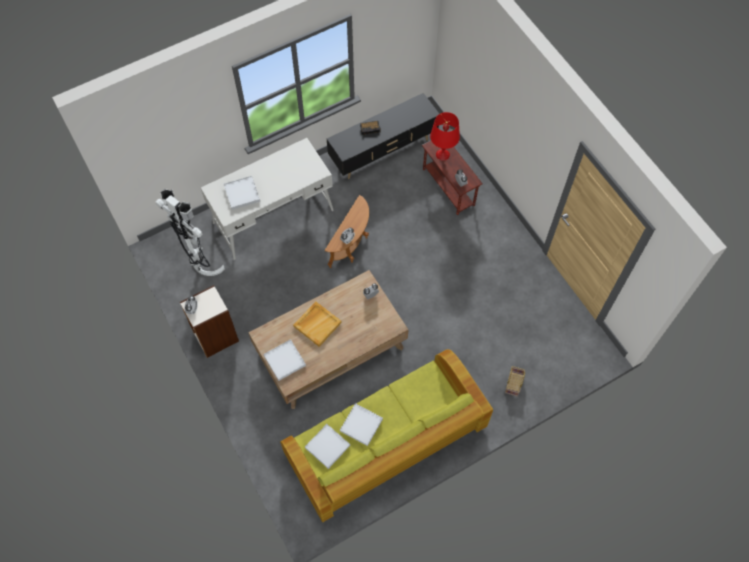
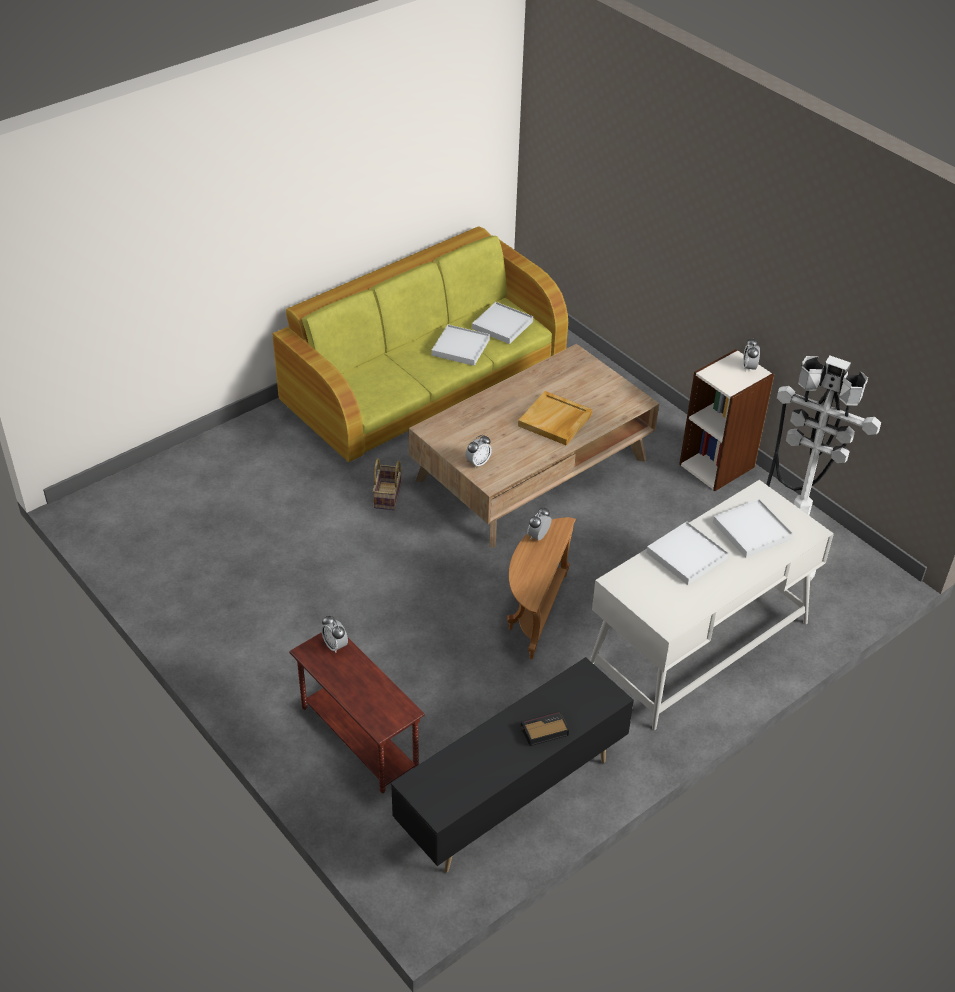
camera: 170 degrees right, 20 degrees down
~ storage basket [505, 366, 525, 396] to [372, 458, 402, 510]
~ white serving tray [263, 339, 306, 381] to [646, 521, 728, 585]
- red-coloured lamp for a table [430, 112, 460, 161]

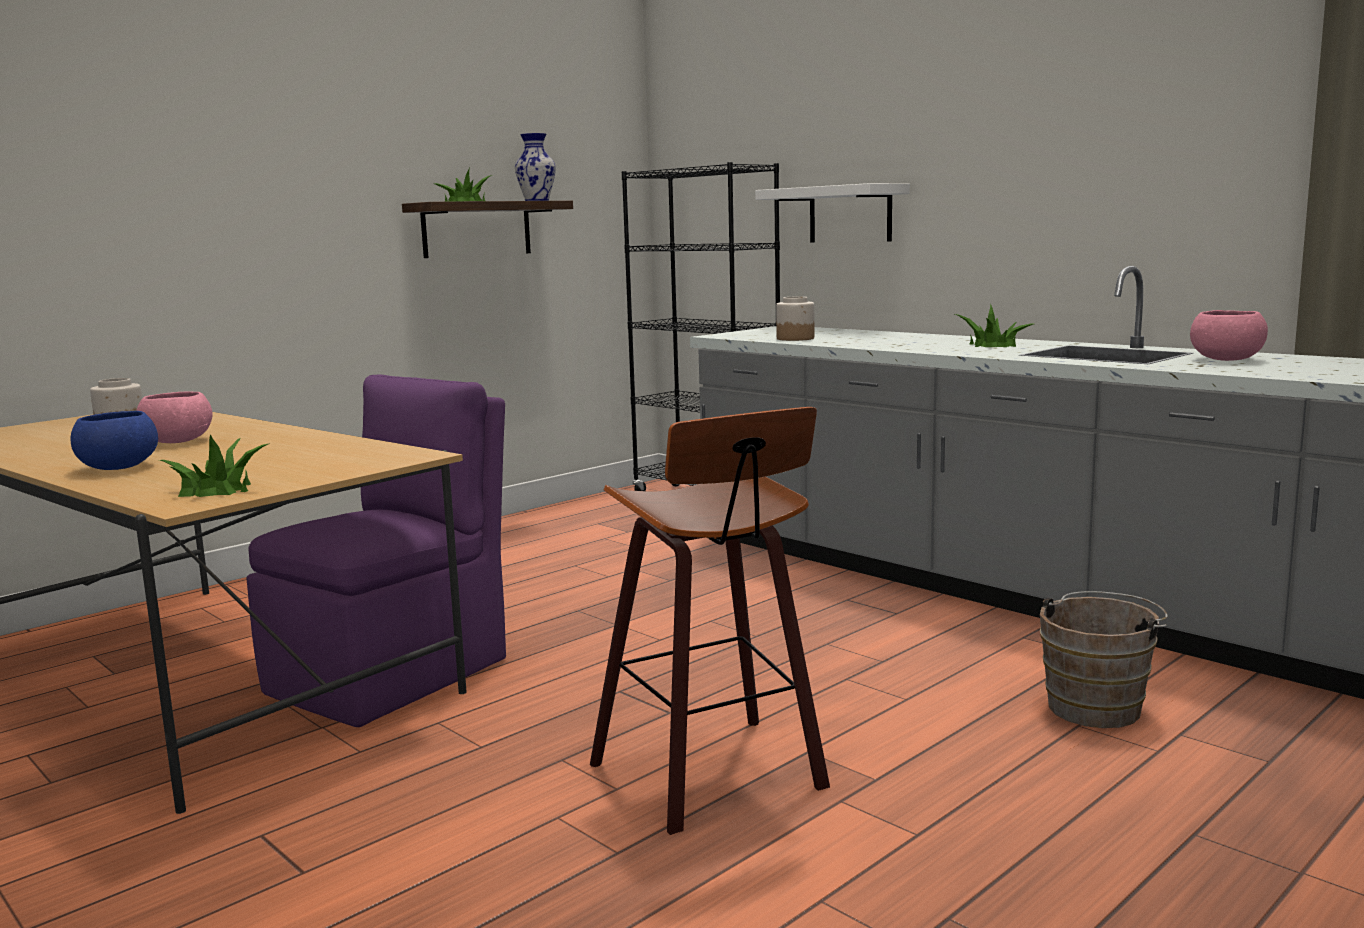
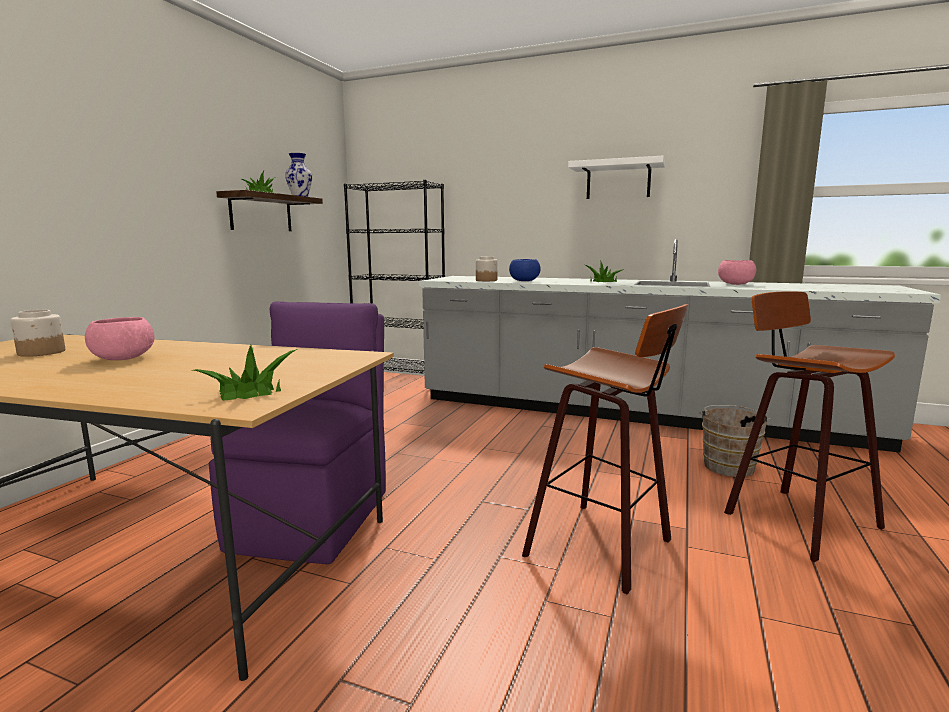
camera: 25 degrees left, 0 degrees up
~ blue-coloured serving bowl [71, 411, 158, 470] to [509, 259, 541, 281]
~ white bracket shelf [755, 183, 910, 243] to [568, 156, 665, 199]
+ stool [724, 291, 895, 562]

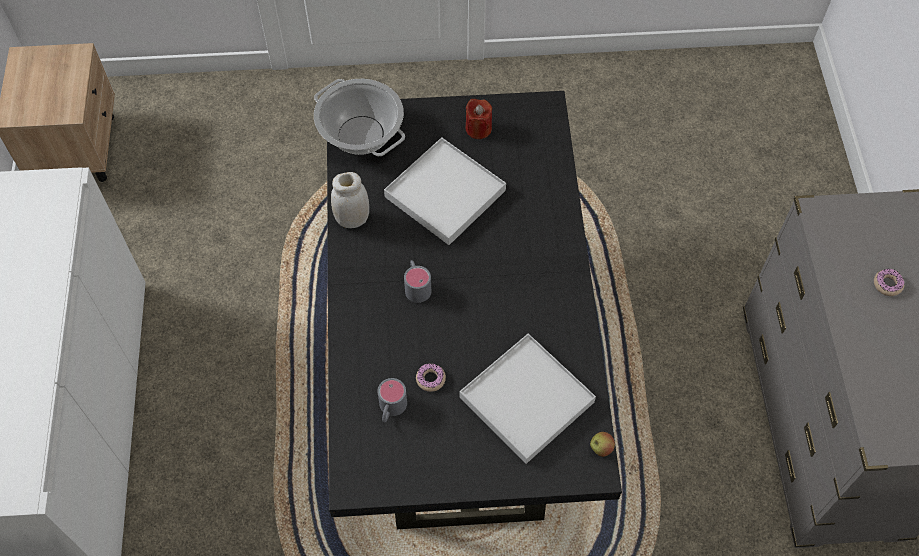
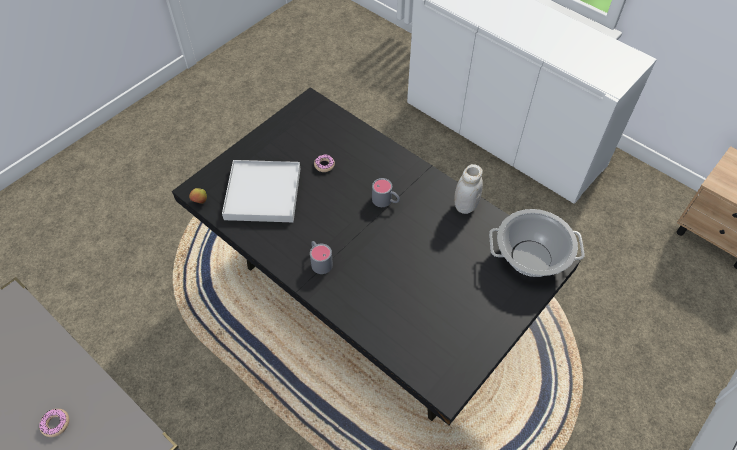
camera: 135 degrees right, 5 degrees down
~ grey tea mug [377, 378, 407, 422] to [310, 241, 333, 274]
- white serving tray [384, 137, 506, 245]
- red-coloured wax candle [465, 99, 492, 139]

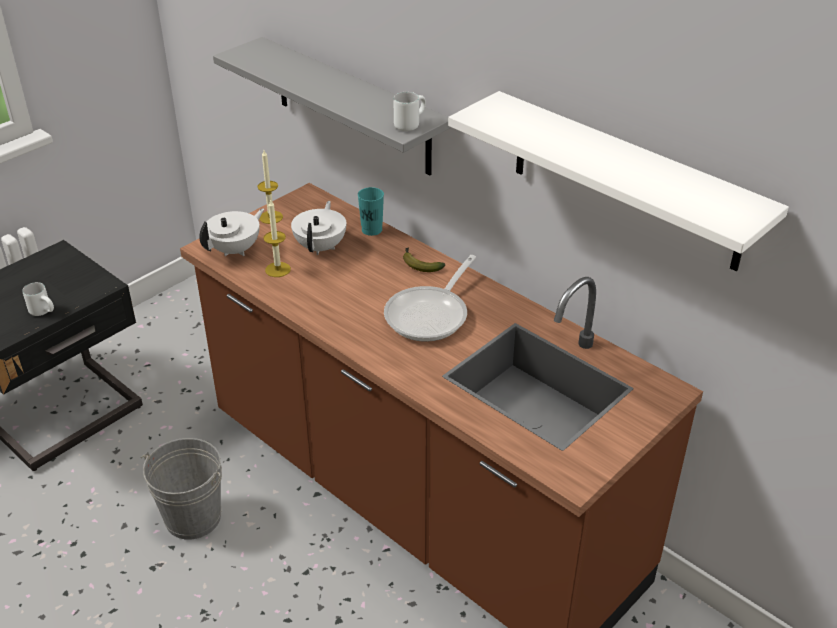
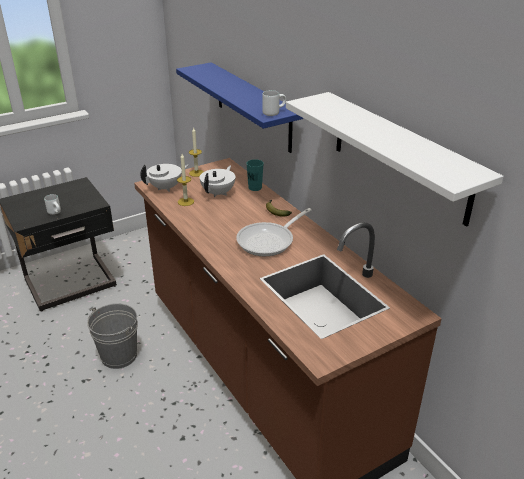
camera: 15 degrees right, 5 degrees down
~ grey bracket shelf [213, 37, 452, 175] to blue-coloured bracket shelf [176, 62, 303, 153]

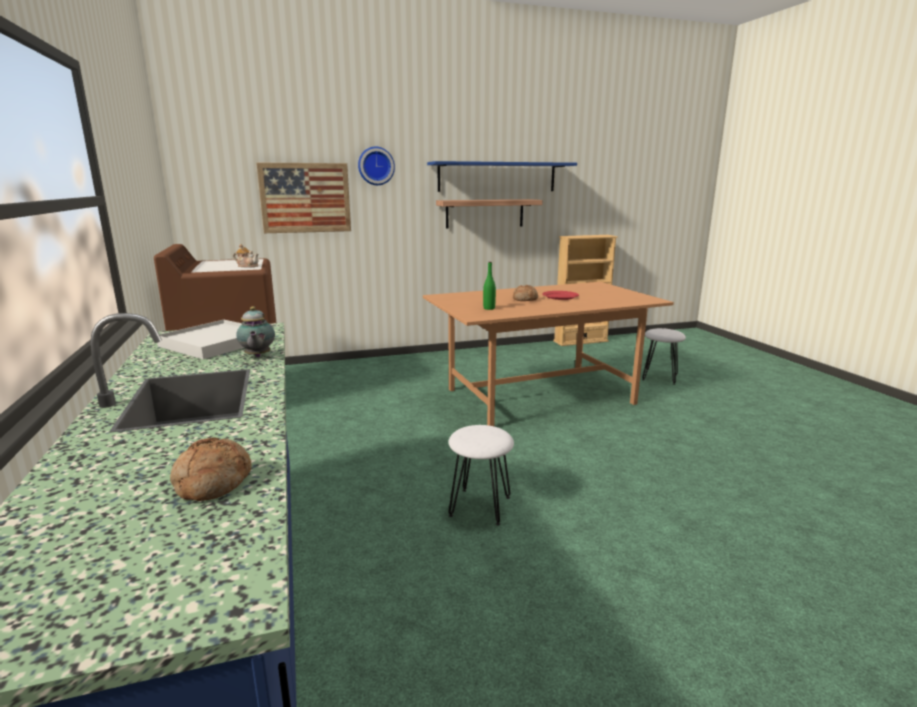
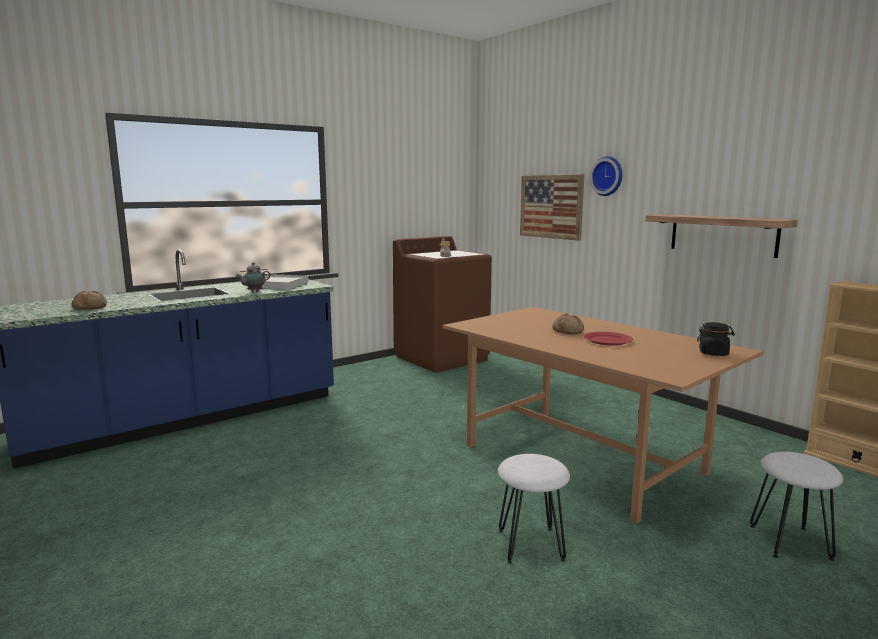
camera: 70 degrees right, 5 degrees down
~ white stool [449, 425, 514, 525] to [498, 454, 570, 564]
+ black-coloured preserve jar [697, 322, 735, 356]
- blue-coloured bracket shelf [427, 161, 577, 192]
- green-coloured bottle [483, 262, 496, 310]

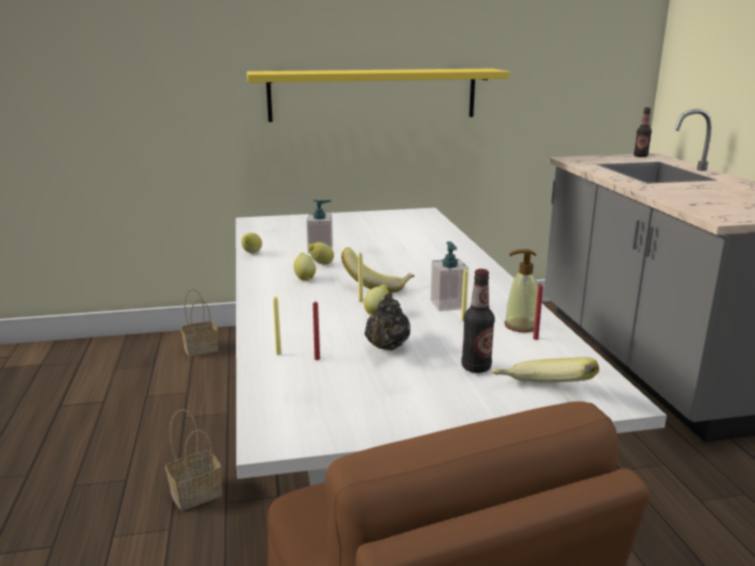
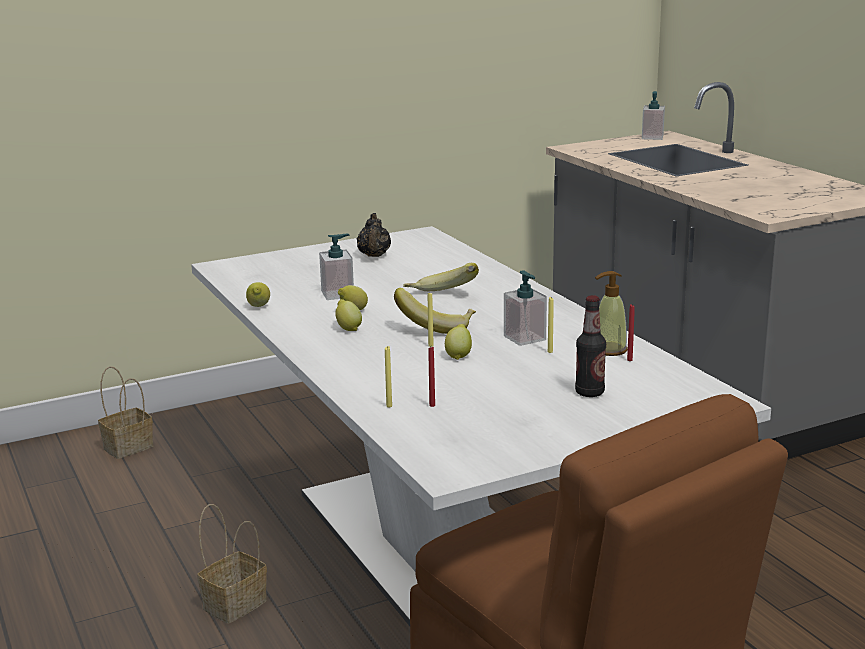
camera: 15 degrees left, 0 degrees up
~ black-coloured tea pot [365, 293, 410, 350] to [357, 213, 391, 257]
~ banana [491, 357, 599, 383] to [403, 263, 479, 291]
~ bottle [634, 107, 652, 157] to liquid soap bottle [642, 91, 665, 140]
- yellow-coloured bracket shelf [247, 69, 510, 122]

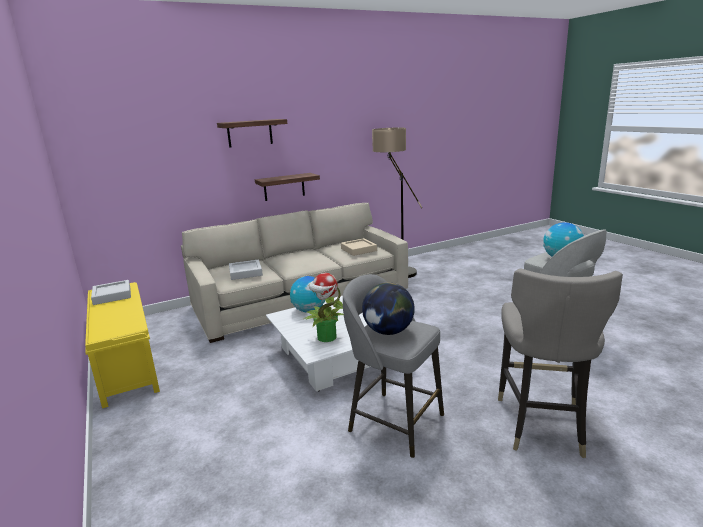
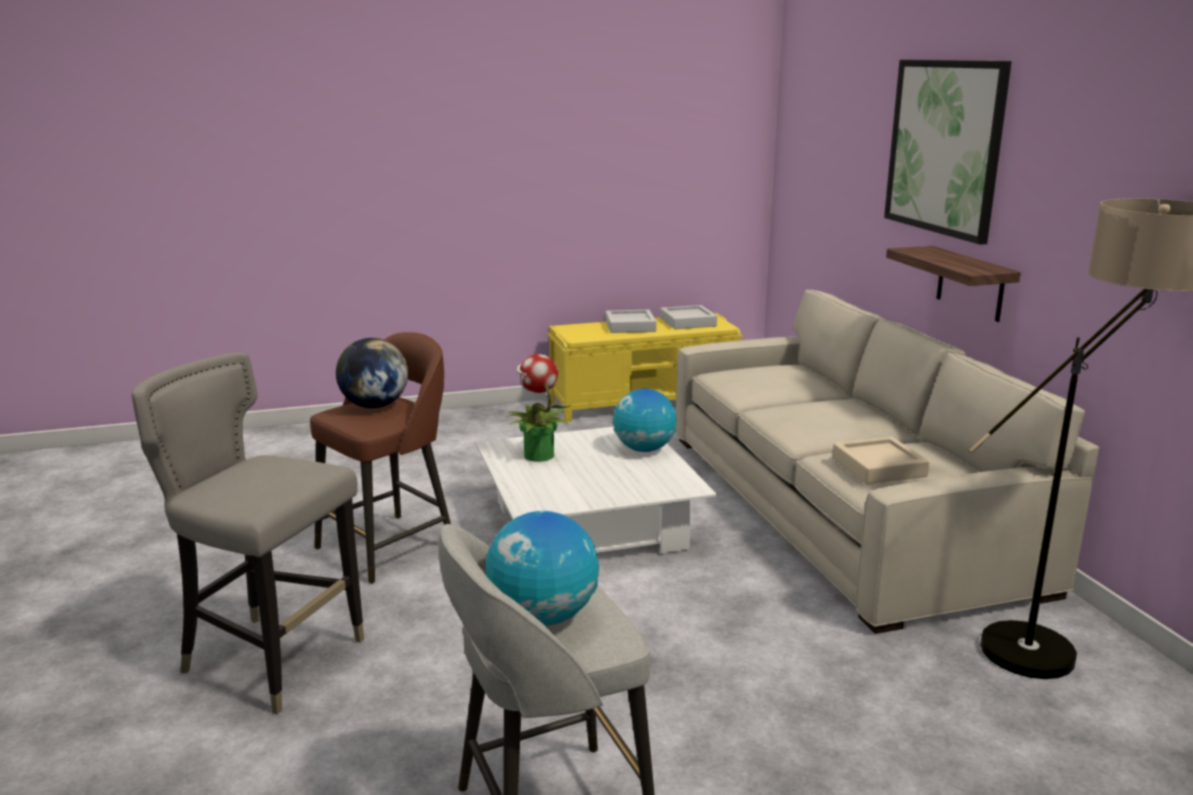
camera: 100 degrees right, 0 degrees up
~ grey stool [343, 274, 444, 458] to brown-coloured stool [310, 332, 451, 584]
~ grey serving tray [229, 260, 263, 280] to [605, 310, 657, 333]
~ bracket shelf [217, 119, 287, 148] to wall picture [884, 60, 1012, 245]

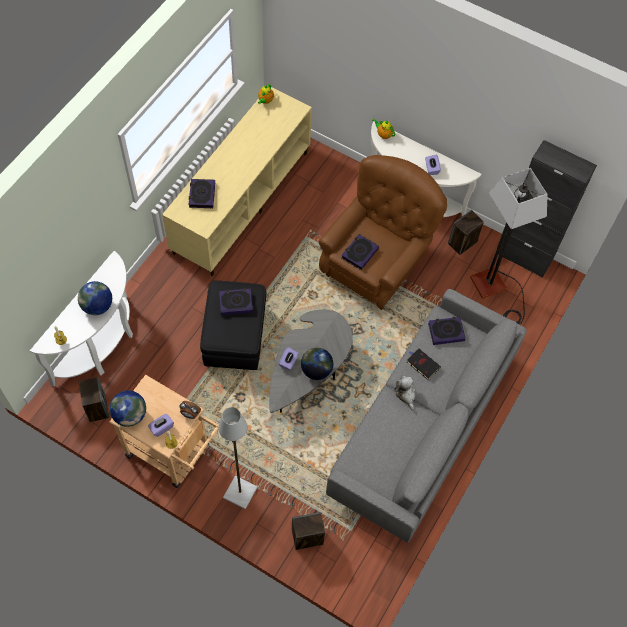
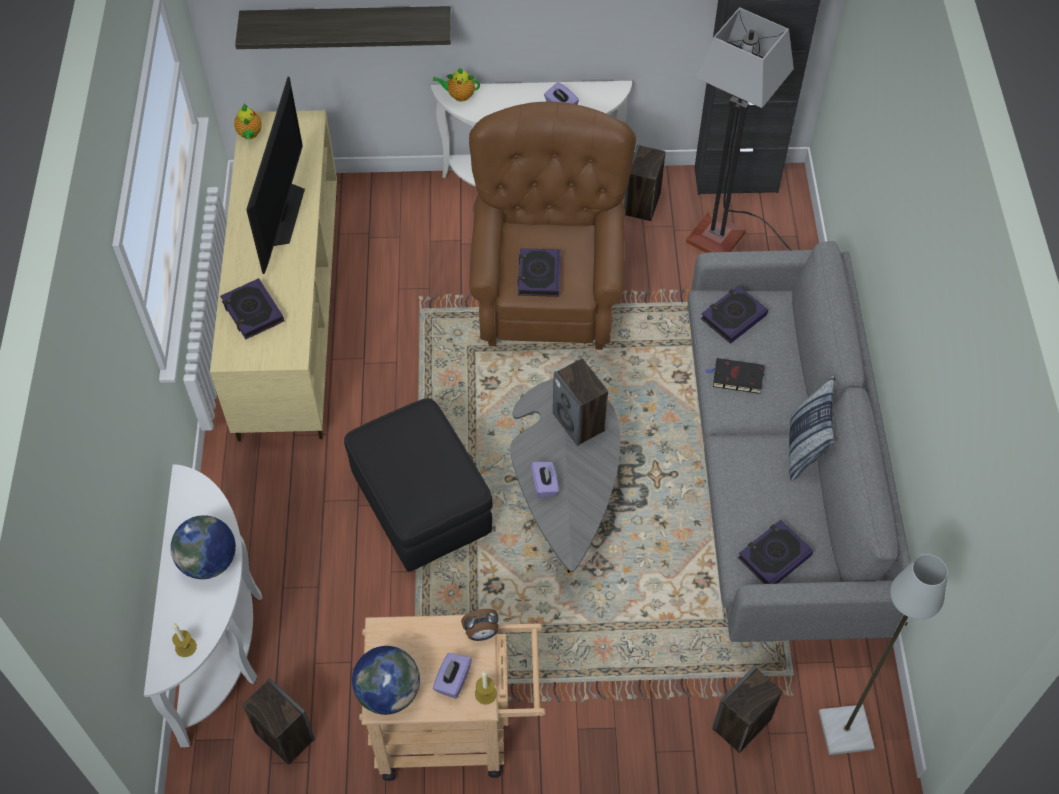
camera: 30 degrees left, 5 degrees down
+ bracket shelf [235, 6, 451, 49]
+ TV set [246, 77, 305, 274]
+ audio speaker [553, 358, 608, 446]
~ volume [219, 288, 253, 315] to [738, 520, 813, 584]
+ throw pillow [789, 375, 835, 481]
~ grey standing lamp [218, 407, 257, 509] to [819, 554, 948, 755]
- world globe [301, 347, 333, 380]
- soft toy [394, 376, 415, 411]

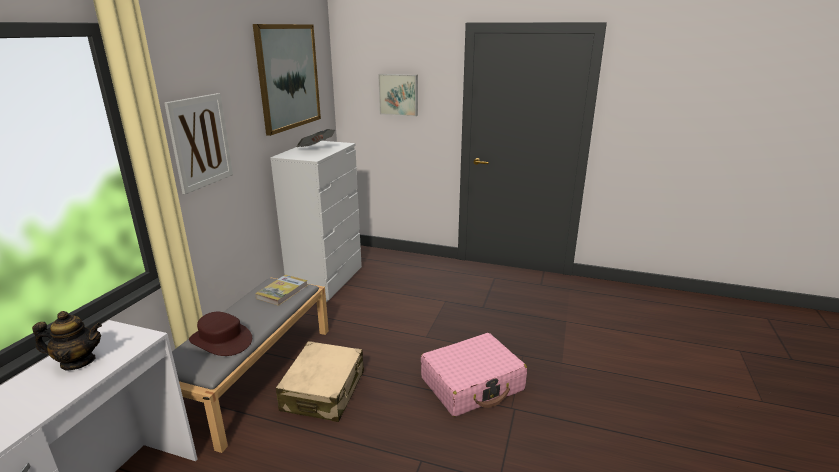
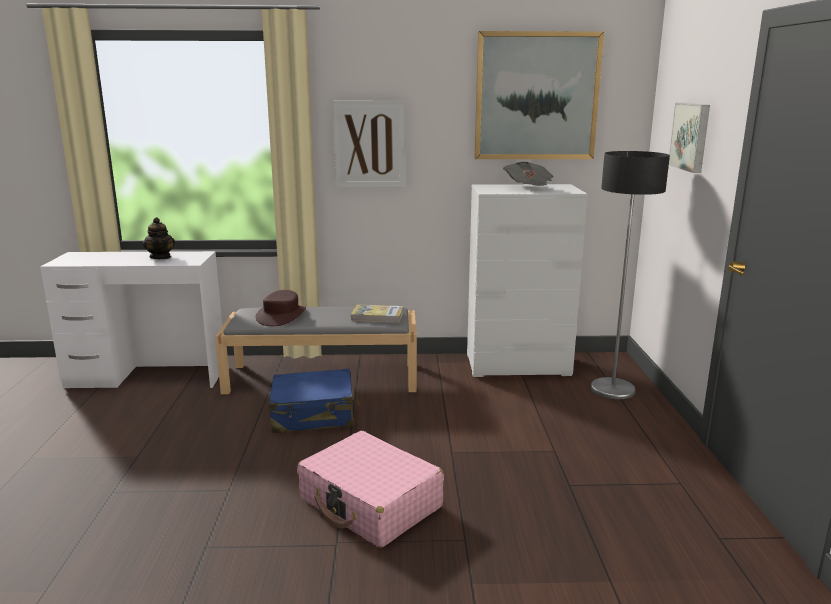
camera: 70 degrees right, 5 degrees down
~ beige travel case [276, 341, 364, 422] to blue-coloured travel case [269, 369, 359, 433]
+ standing lamp [591, 151, 670, 399]

